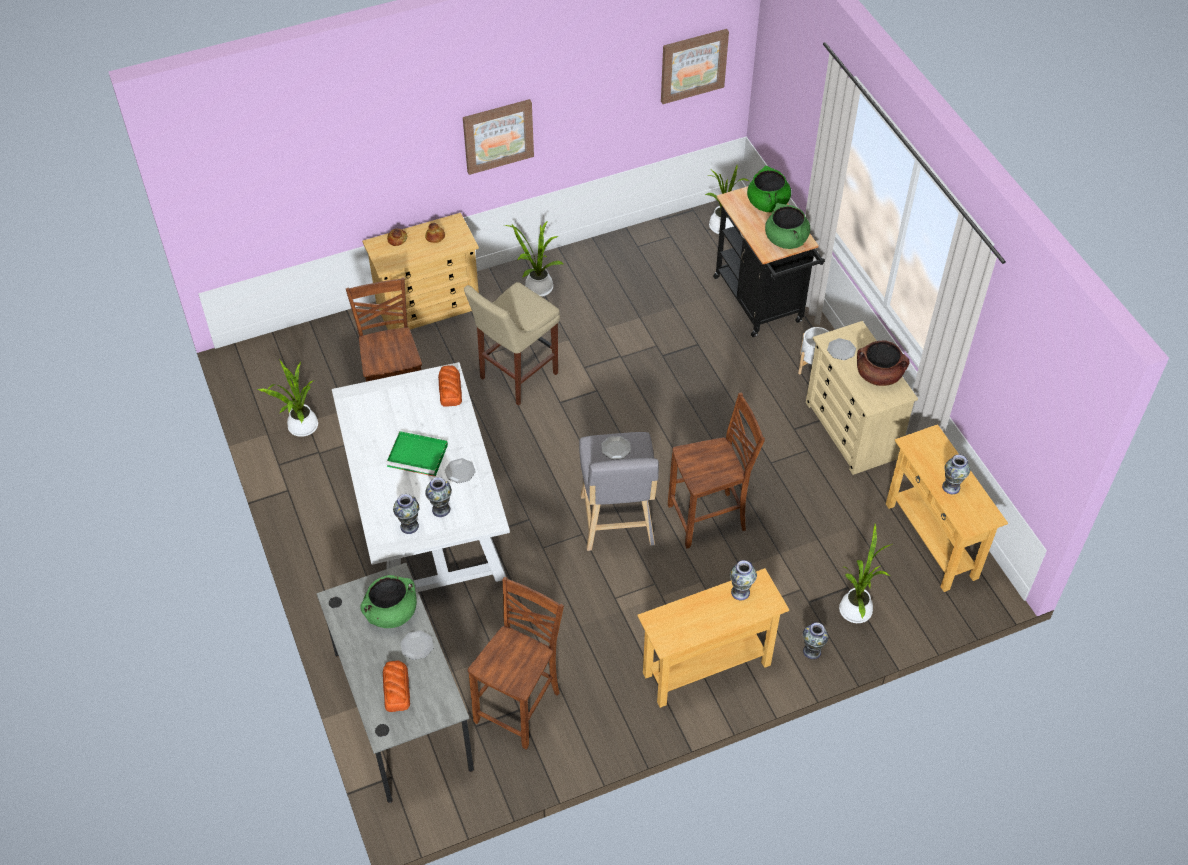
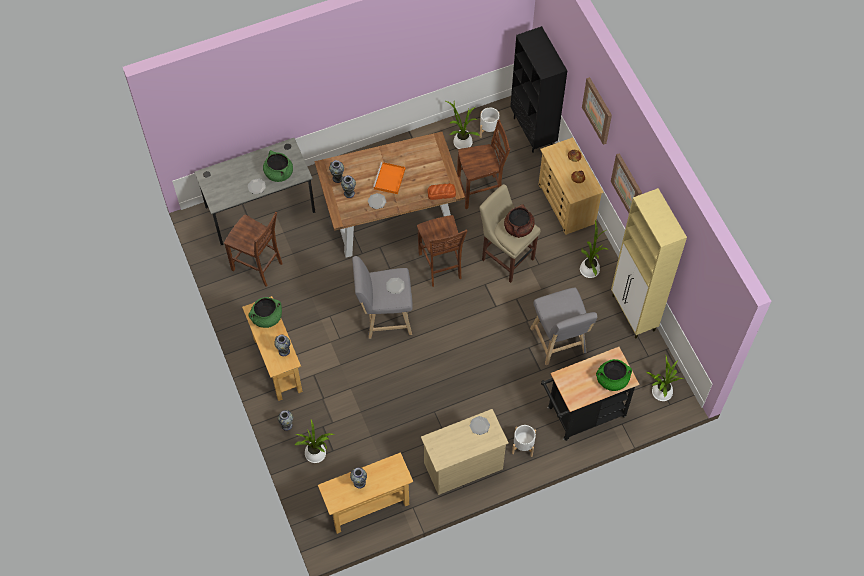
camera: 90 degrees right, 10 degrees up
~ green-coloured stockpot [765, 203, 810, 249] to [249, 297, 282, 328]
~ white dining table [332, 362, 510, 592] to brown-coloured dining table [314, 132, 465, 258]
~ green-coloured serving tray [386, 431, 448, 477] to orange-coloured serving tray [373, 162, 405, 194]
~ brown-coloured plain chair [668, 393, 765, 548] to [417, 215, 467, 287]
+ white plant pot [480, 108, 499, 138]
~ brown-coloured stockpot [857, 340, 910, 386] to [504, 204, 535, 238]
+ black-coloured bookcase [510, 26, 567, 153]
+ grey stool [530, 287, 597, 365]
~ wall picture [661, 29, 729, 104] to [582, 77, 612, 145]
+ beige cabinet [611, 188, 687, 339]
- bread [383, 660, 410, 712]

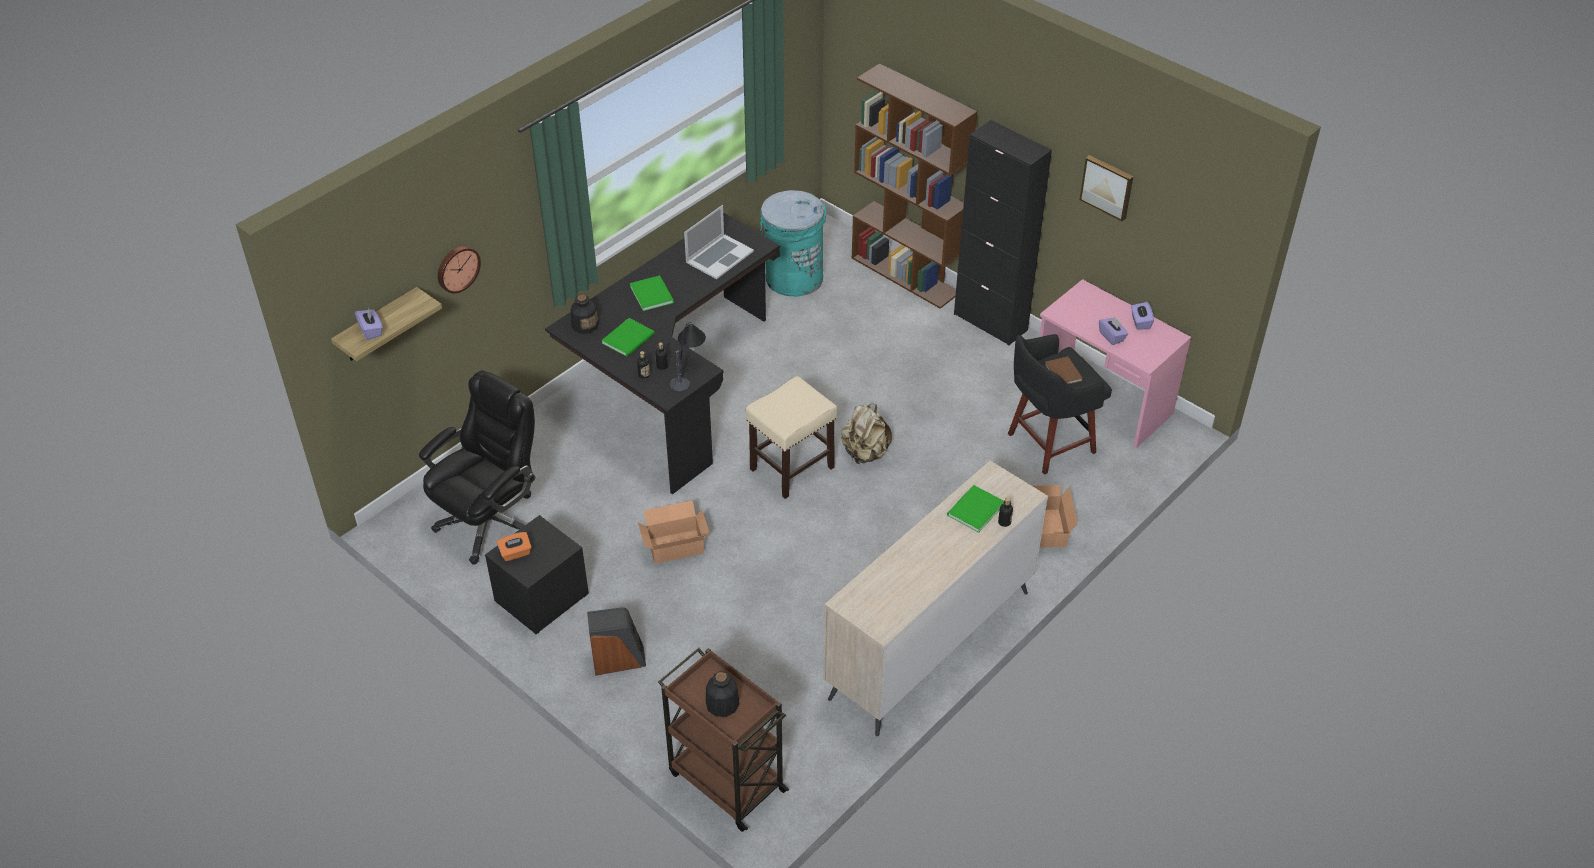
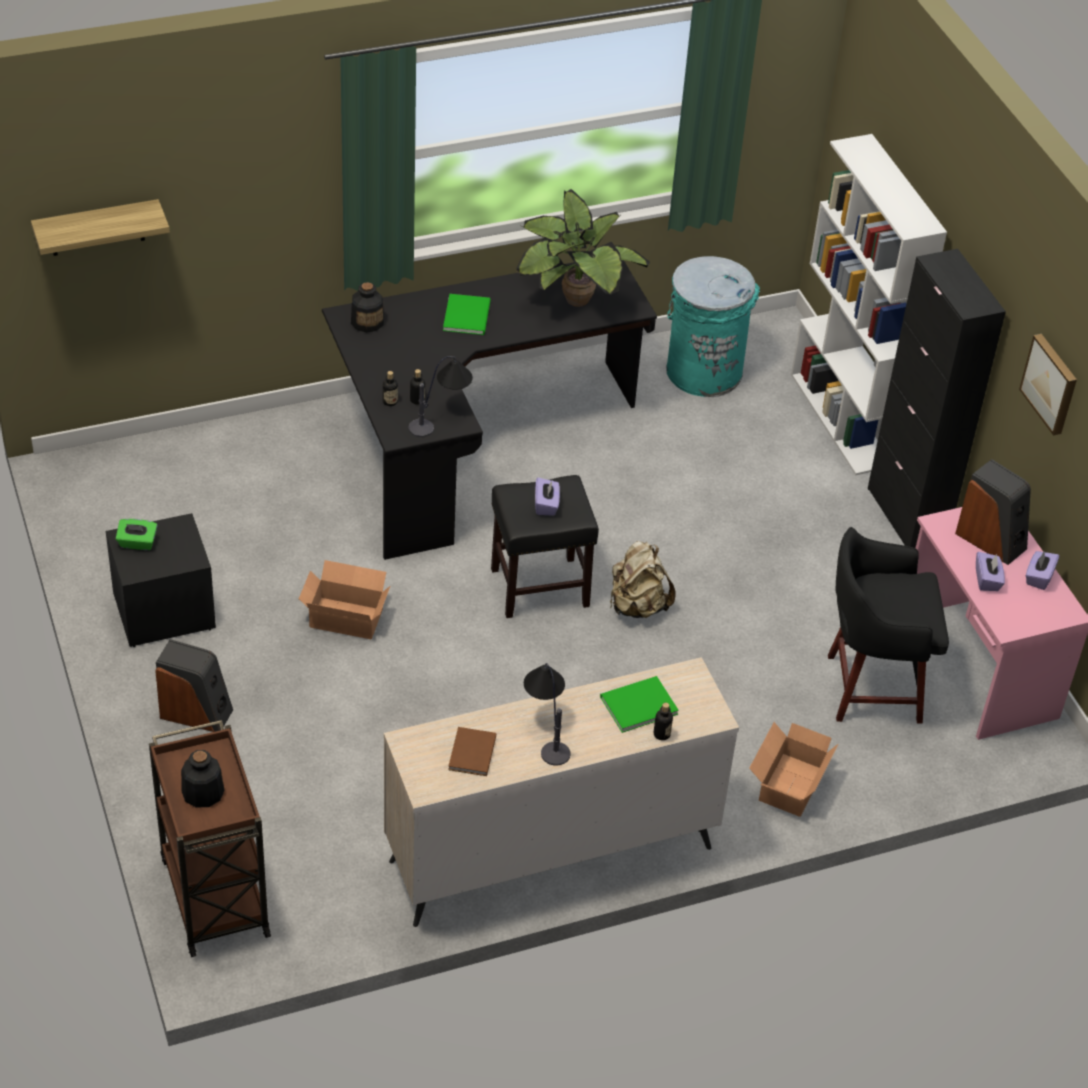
camera: 25 degrees right, 0 degrees up
~ orange-coloured box of tissues [497, 532, 532, 561] to green-coloured box of tissues [116, 519, 158, 550]
~ brown-coloured volume [1045, 356, 1083, 384] to [448, 727, 496, 776]
~ beige stool [746, 376, 837, 499] to black-coloured stool [491, 475, 599, 618]
~ portable computer [684, 205, 754, 279] to houseplant [516, 189, 650, 307]
+ lamp for a table [524, 663, 570, 766]
~ purplish box of tissues [355, 308, 383, 340] to [535, 478, 560, 516]
~ brown-coloured bookcase [852, 63, 977, 309] to white bookcase [791, 134, 947, 475]
+ audio speaker [955, 459, 1031, 565]
- black-coloured computer chair [419, 371, 535, 565]
- hanging clock [438, 246, 481, 293]
- green-coloured volume [601, 318, 655, 357]

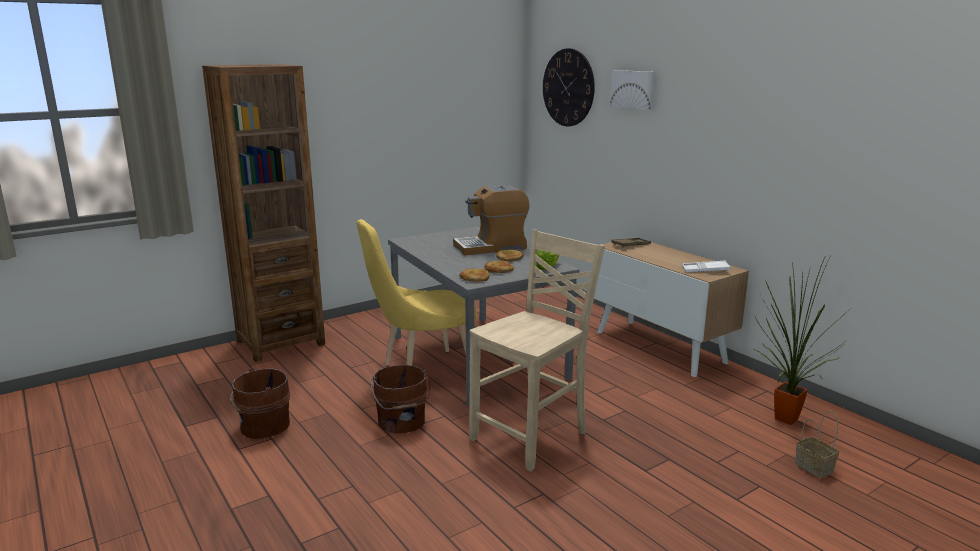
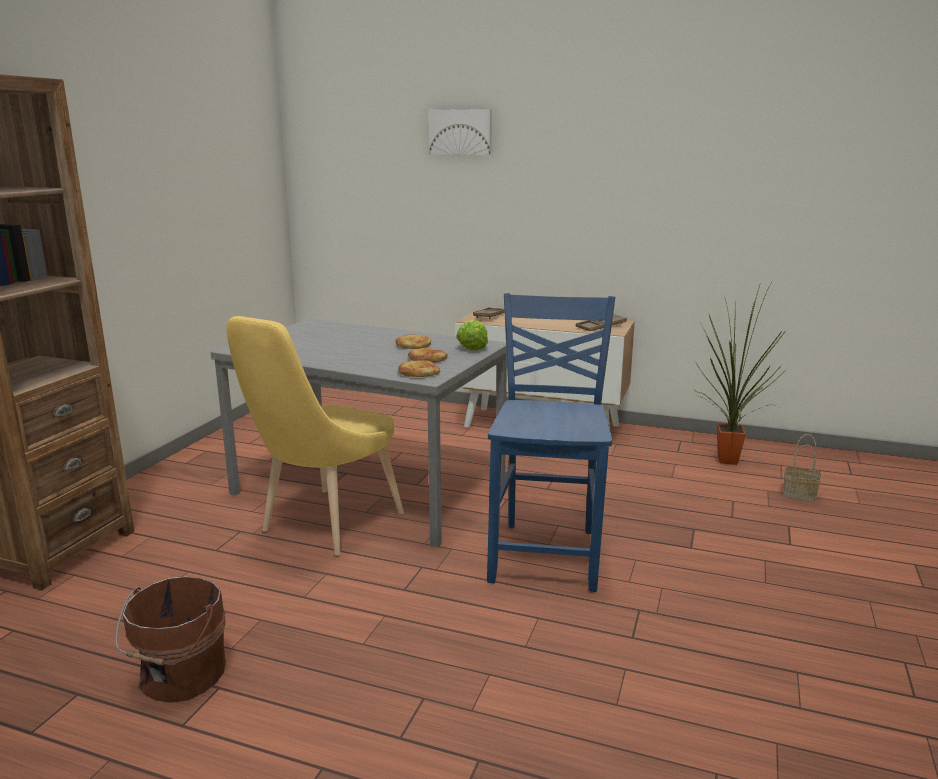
camera: 35 degrees left, 0 degrees up
~ beige plain chair [469, 230, 605, 472] to blue-coloured plain chair [487, 293, 615, 592]
~ white serving tray [682, 260, 730, 273] to brown-coloured serving tray [576, 313, 627, 331]
- brown-coloured water bucket [371, 365, 430, 433]
- coffee brewer [453, 185, 529, 255]
- hanging clock [543, 48, 595, 126]

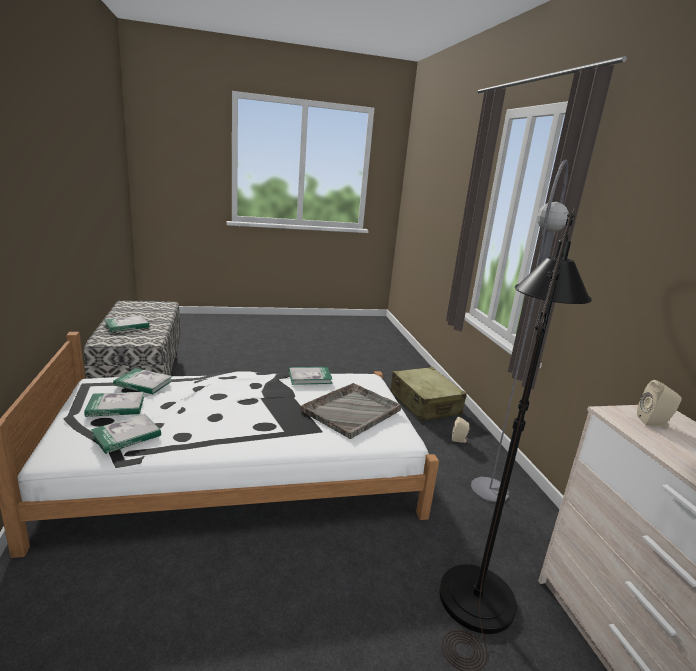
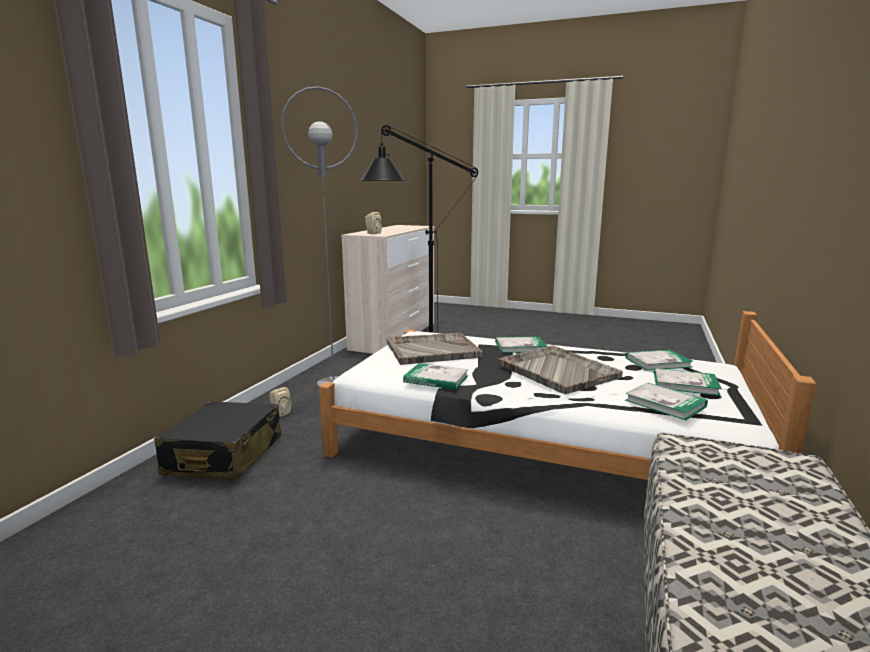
camera: 145 degrees left, 5 degrees down
~ beige travel case [390, 367, 467, 421] to black-coloured travel case [154, 401, 281, 480]
~ volume [105, 315, 149, 332] to [495, 336, 547, 353]
+ grey serving tray [498, 345, 623, 394]

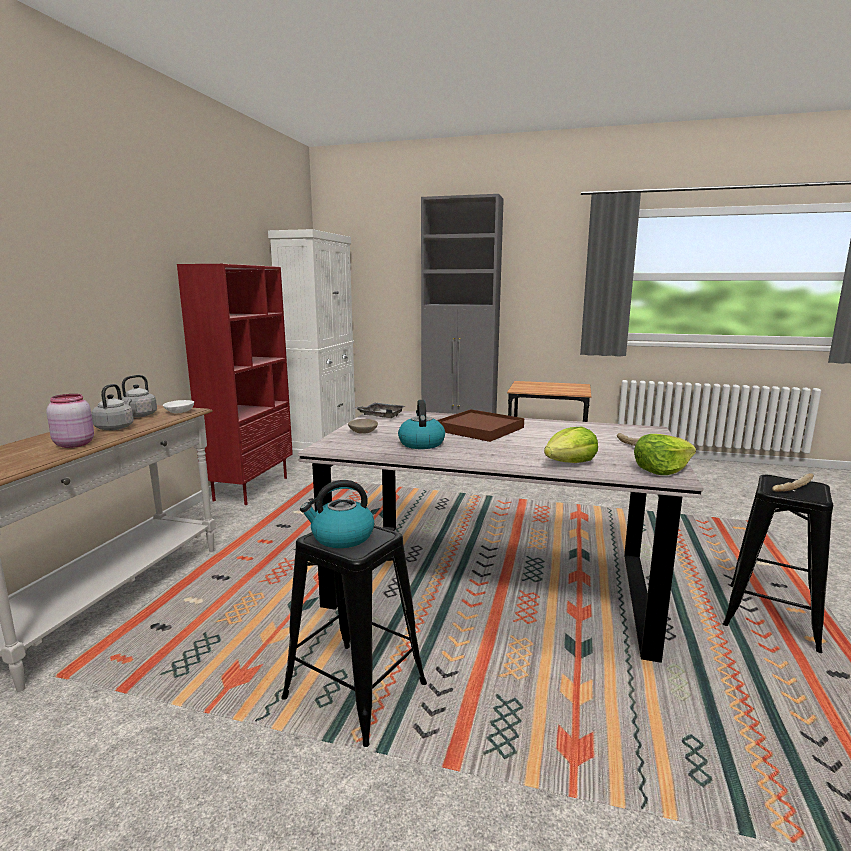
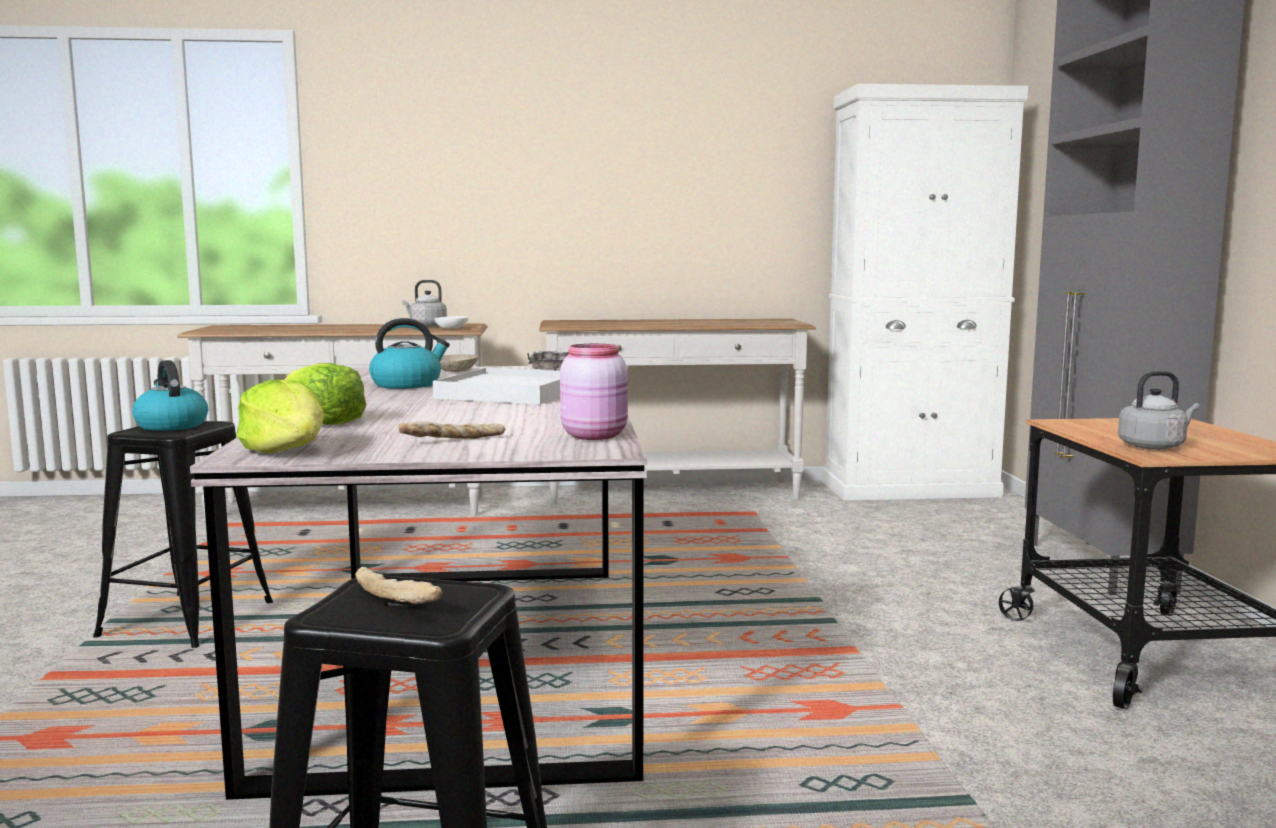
camera: 70 degrees right, 5 degrees down
~ brown-coloured serving tray [437, 409, 524, 442] to white serving tray [433, 368, 560, 405]
~ red-coloured bookcase [177, 264, 293, 505] to white narrow table [539, 319, 816, 504]
~ pink-coloured preserve jar [46, 394, 94, 448] to [560, 344, 628, 440]
~ grey water kettle [91, 384, 134, 430] to [1118, 371, 1200, 450]

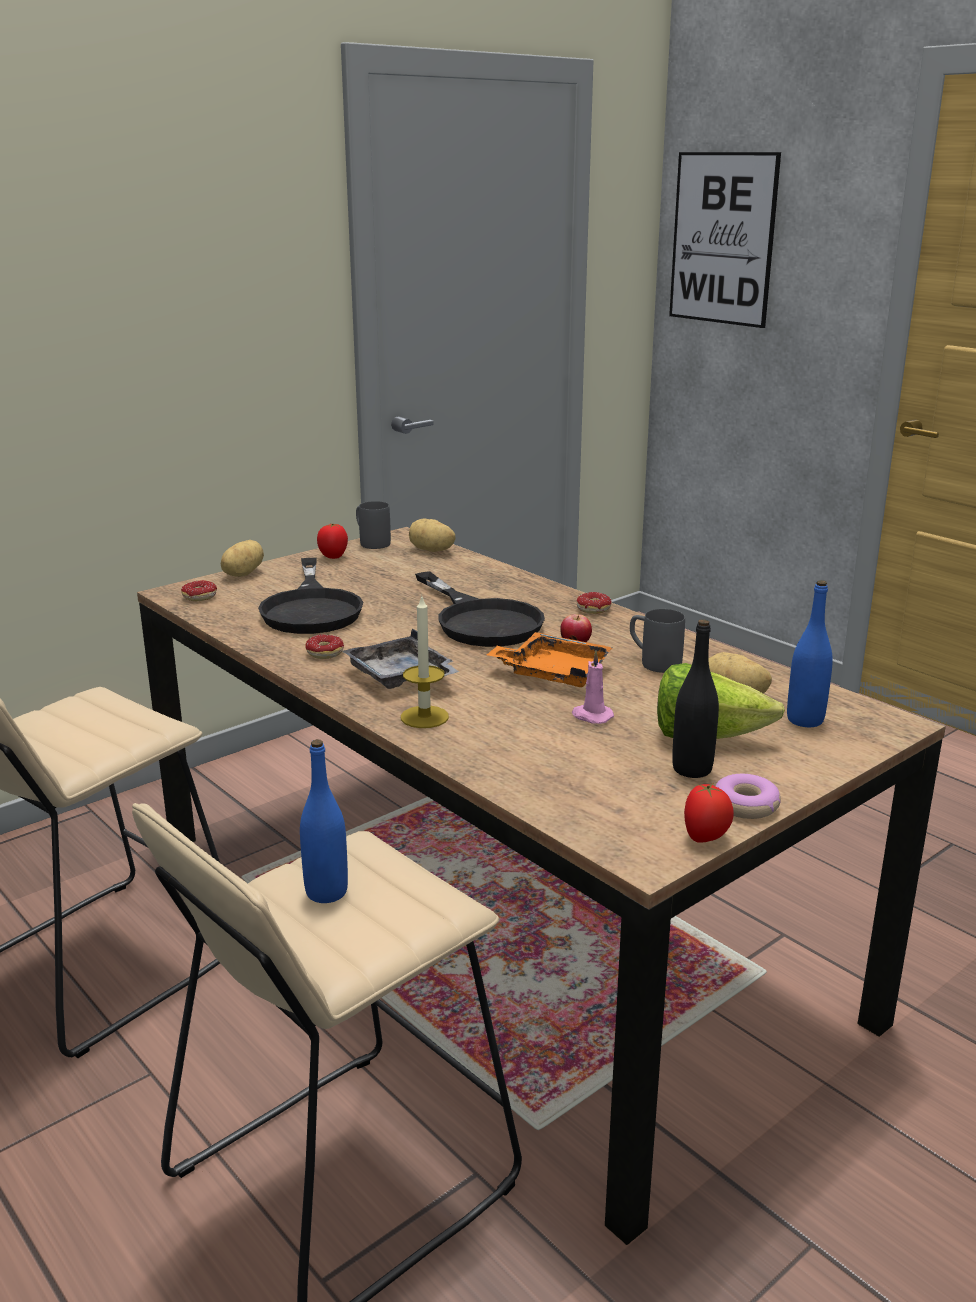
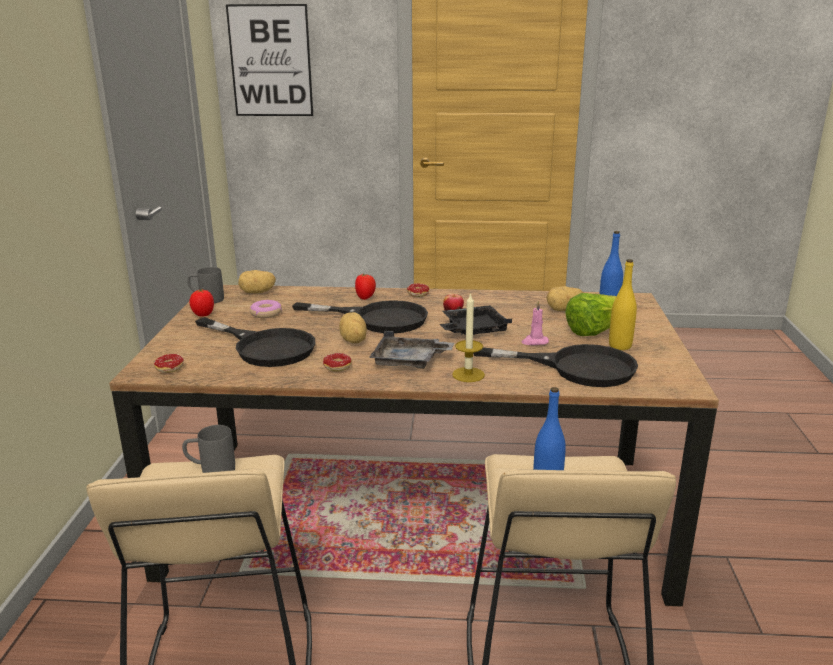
camera: 45 degrees left, 0 degrees up
~ grey tea mug [630, 609, 685, 673] to [182, 425, 235, 473]
~ donut [715, 774, 781, 819] to [250, 300, 282, 318]
~ spud [221, 540, 264, 577] to [339, 312, 367, 343]
~ whole tomato [684, 784, 734, 843] to [355, 274, 376, 300]
~ orange-coloured serving tray [486, 632, 612, 687] to black-coloured serving tray [440, 305, 512, 336]
+ black-coloured frying pan [473, 344, 638, 387]
~ black-coloured bottle [672, 619, 719, 778] to yellow-coloured bottle [609, 259, 637, 350]

